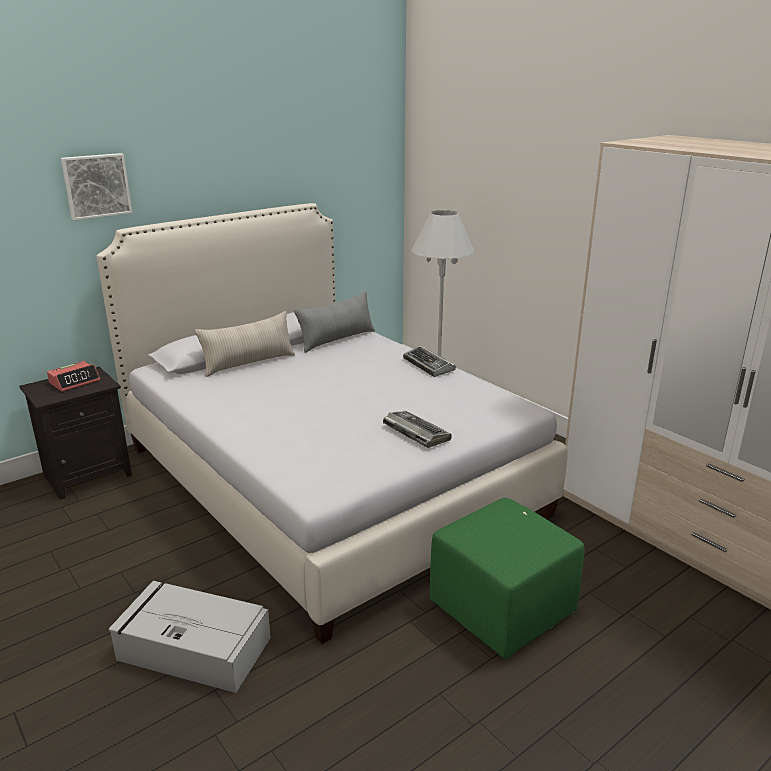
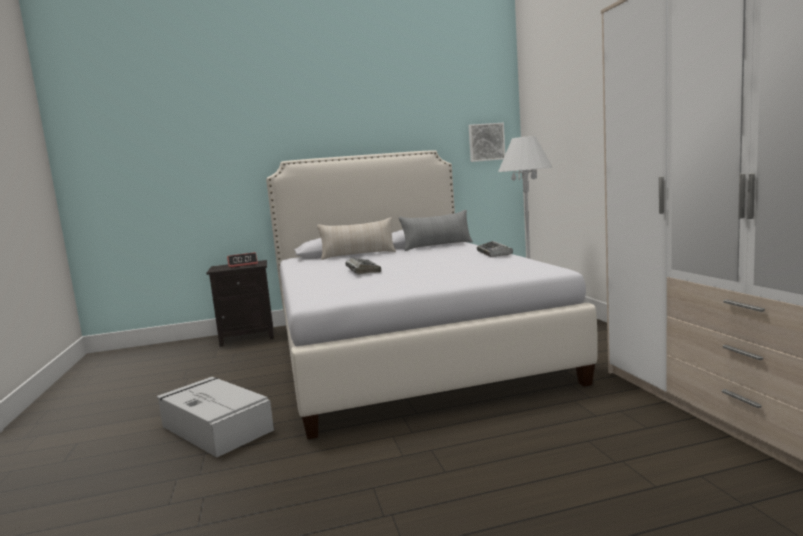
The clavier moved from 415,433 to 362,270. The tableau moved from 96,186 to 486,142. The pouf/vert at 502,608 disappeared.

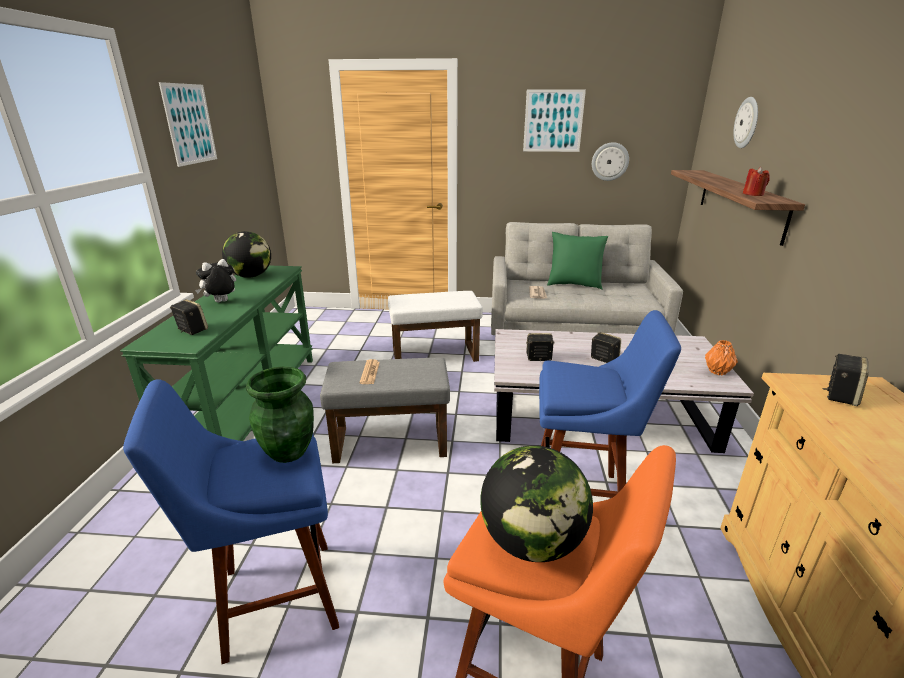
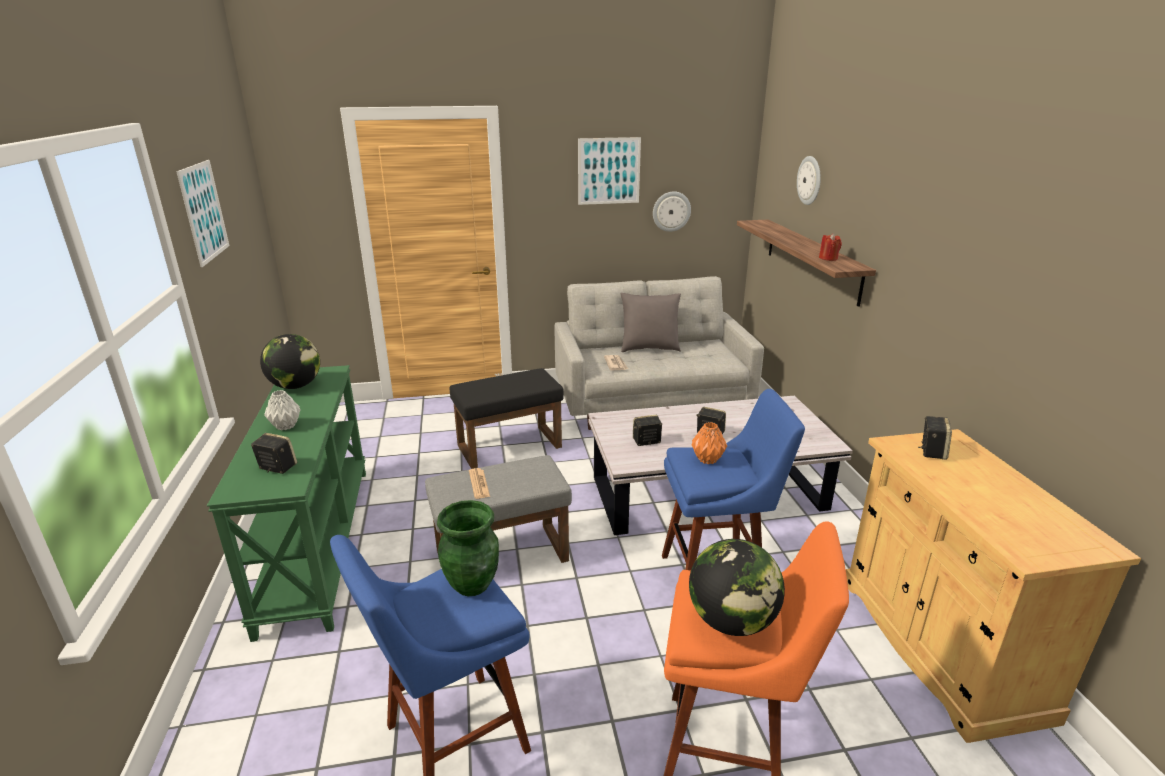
The peluche at 221,302 was replaced by the vase/gris at 285,426. The pouf/blanc at 435,354 became the pouf/noir at 510,445. The coussin/vert at 574,285 became the coussin/gris at 649,348. The vase/orange moved from 716,372 to 707,459.

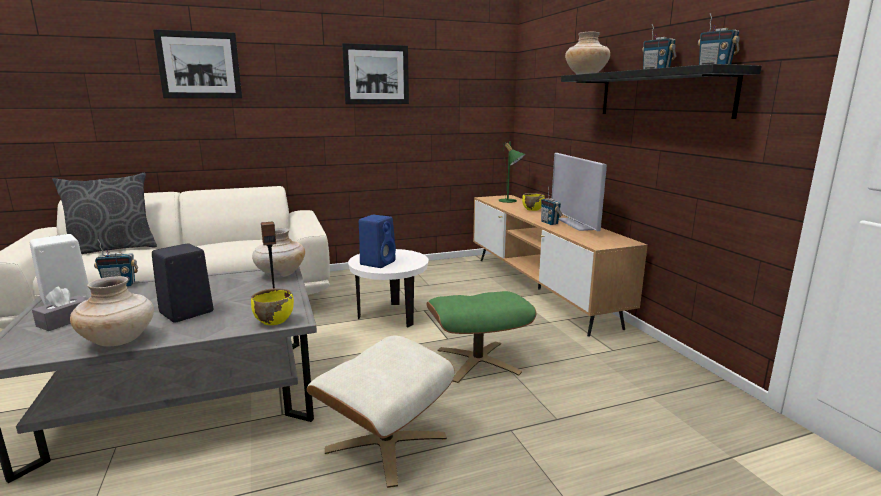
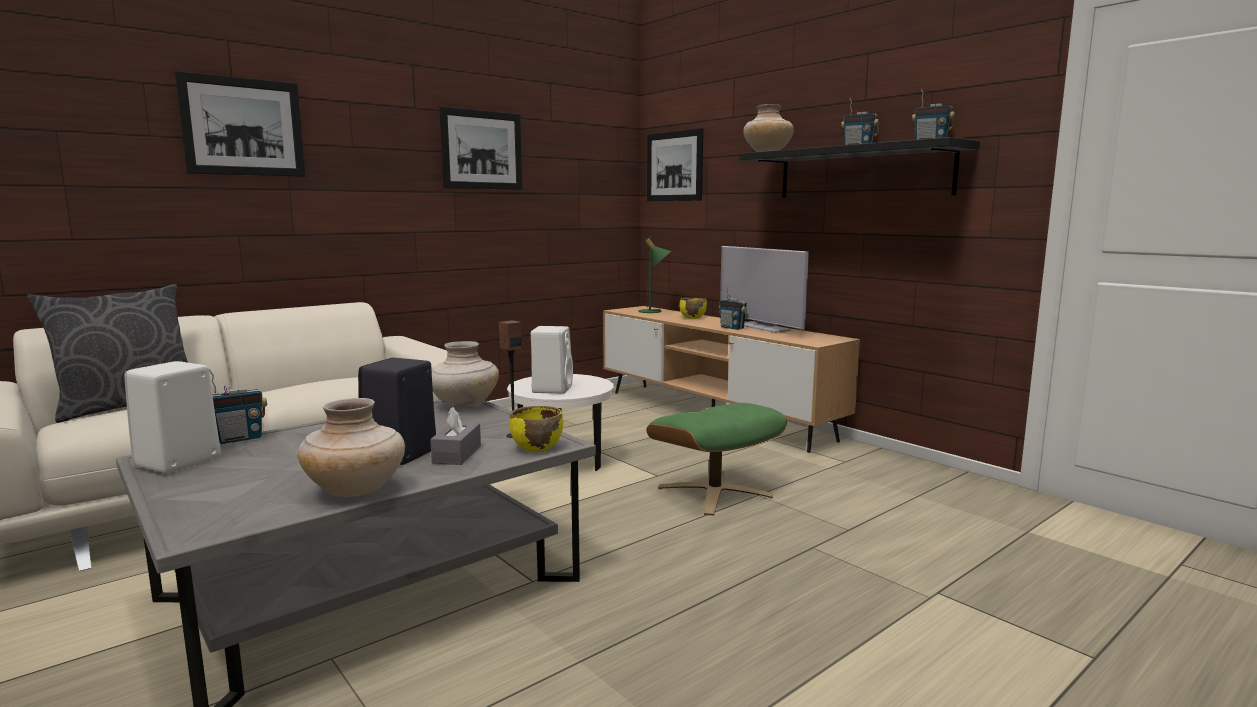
The boîte à mouchoirs/gris moved from 65,321 to 457,454. The enceinte/bleu at 378,262 became the enceinte/blanc at 552,389. The tableau at 674,166 appeared. The pouf/beige at 386,443 disappeared.

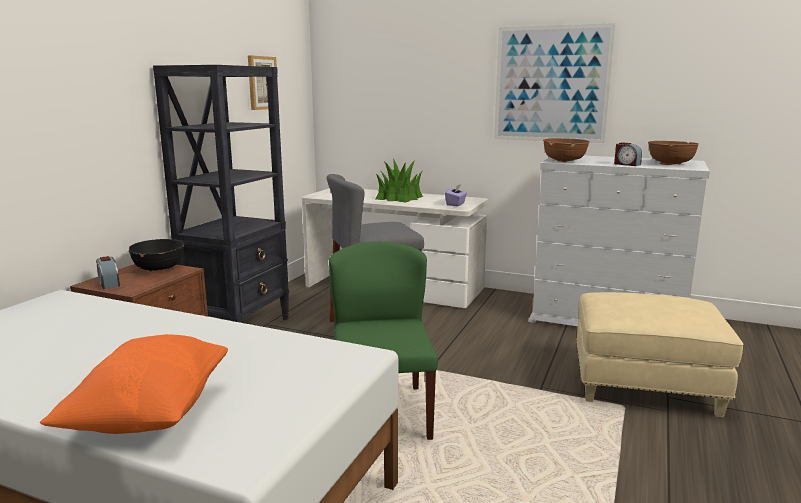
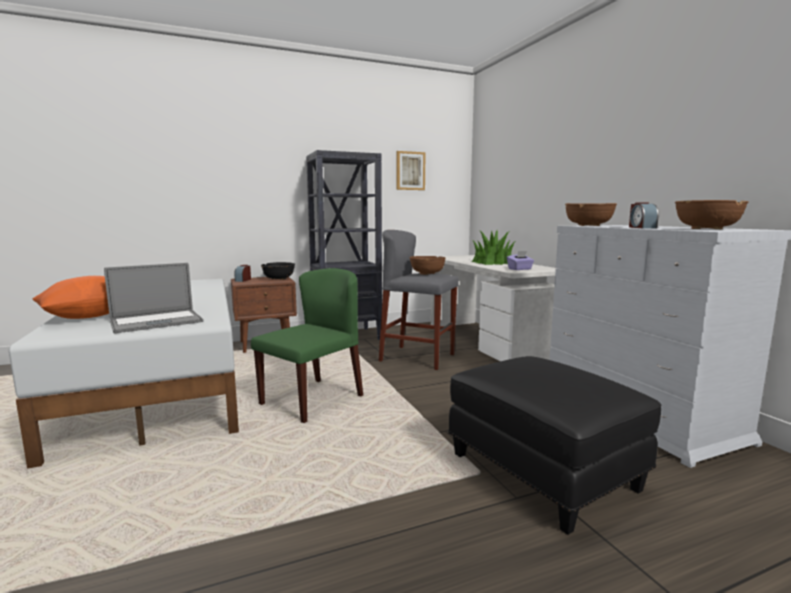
The ordinateur portable at 156,322 appeared. The bol/marron at 427,273 appeared. The pouf/beige at 646,385 became the pouf/noir at 544,472. The tableau at 551,84 disappeared.

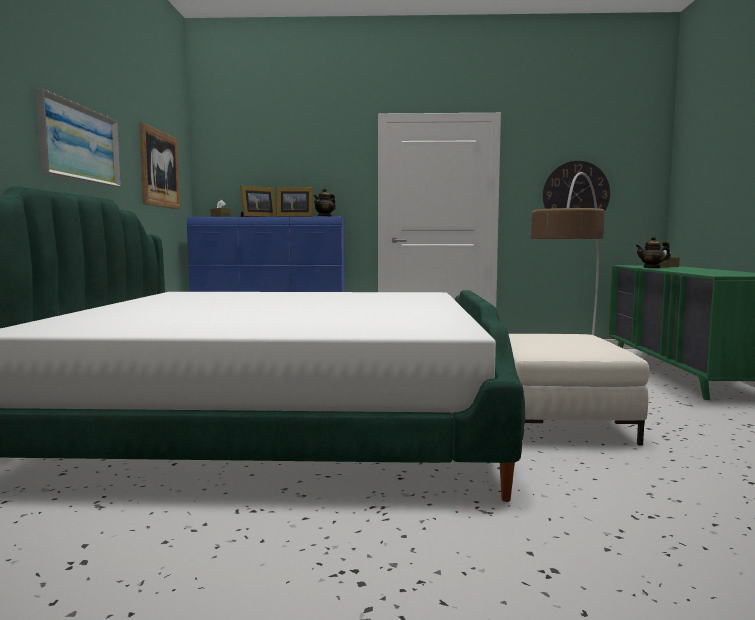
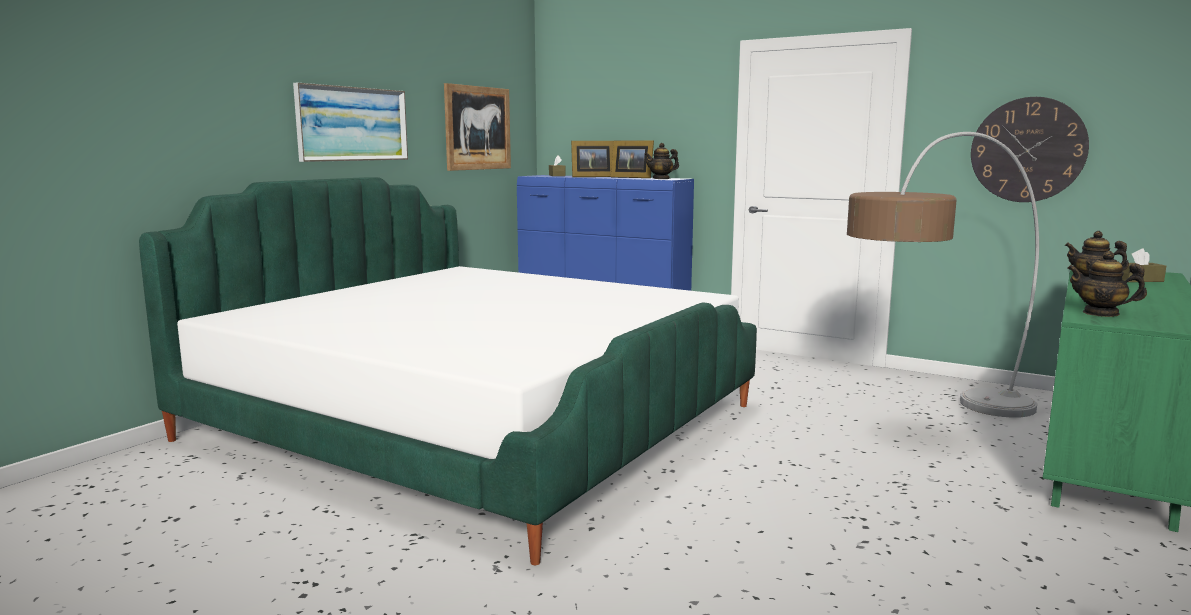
The théière at 1101,313 appeared. The pouf/blanc at 557,421 disappeared.

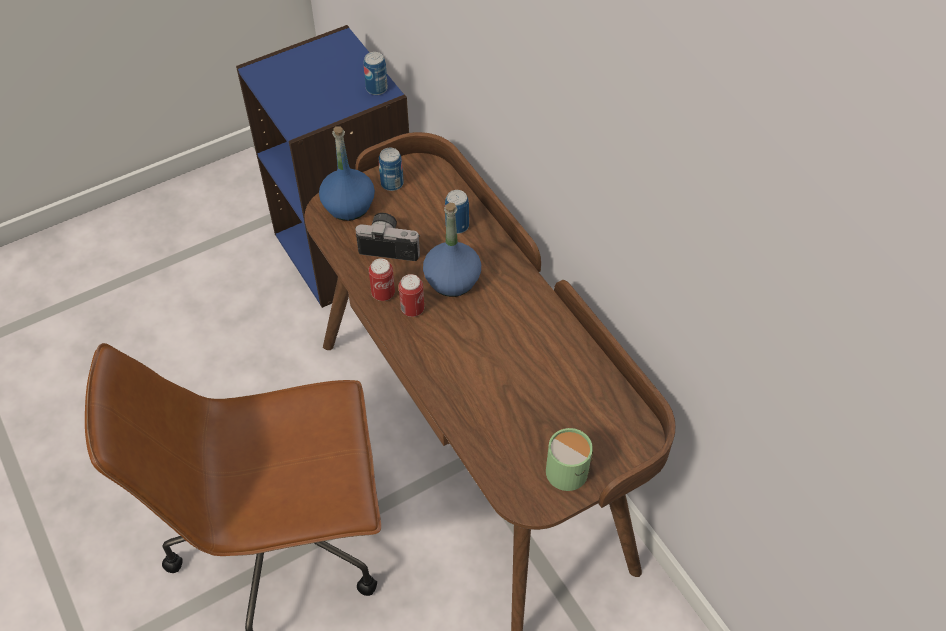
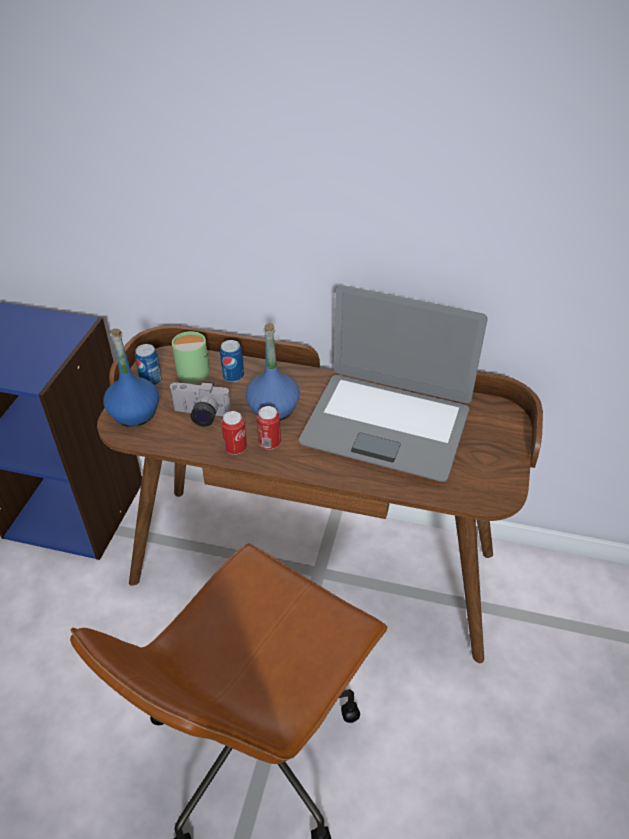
The appareil photo at 390,244 turned 135 degrees counterclockwise. The mug/vert moved from 570,468 to 193,369. The ordinateur portable at 386,425 appeared. The boîte métallique at 376,88 disappeared.

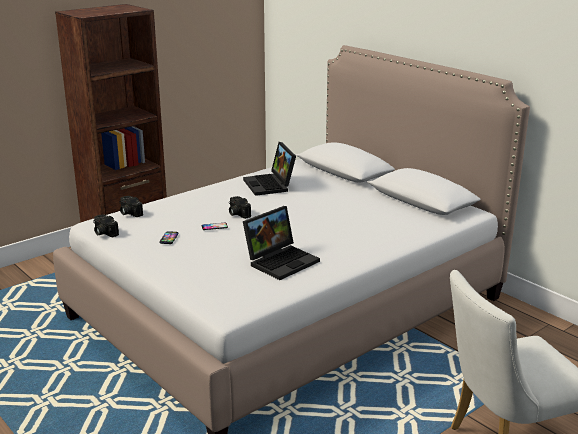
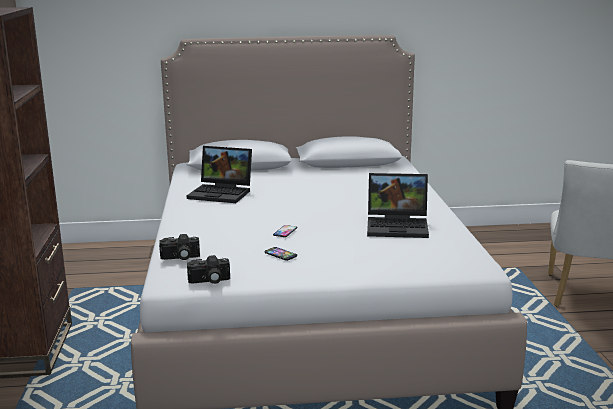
The ordinateur portable at 281,261 turned 105 degrees clockwise. The appareil photo at 237,213 disappeared.

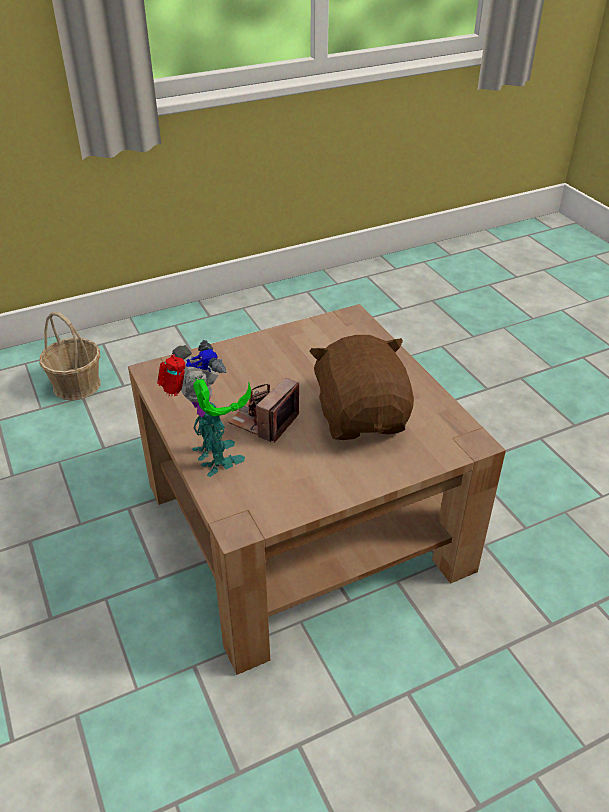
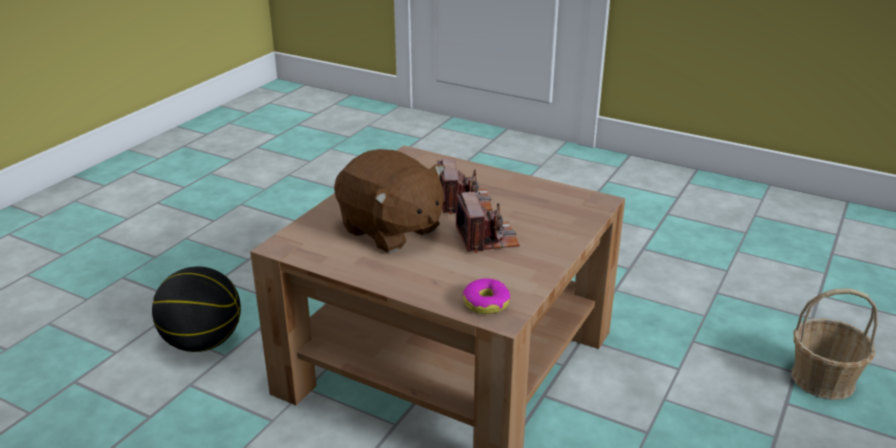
The ballon de basket at 203,342 appeared. The appareil photo at 486,238 appeared. The beignet at 486,303 appeared. The robot jouet at 213,460 disappeared.

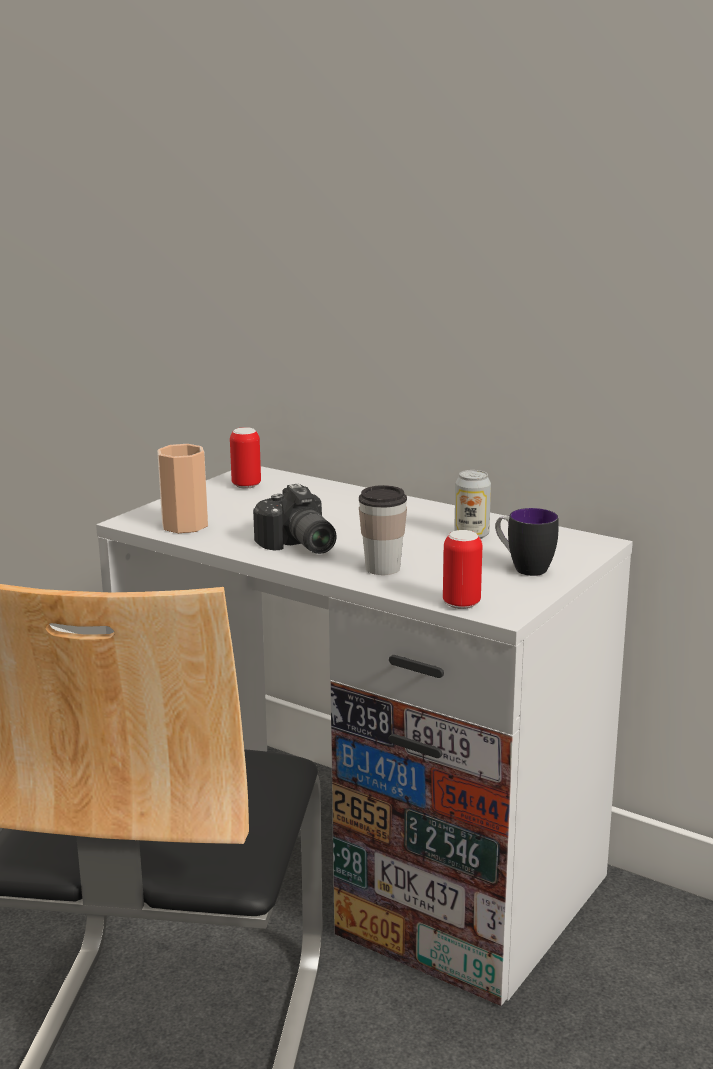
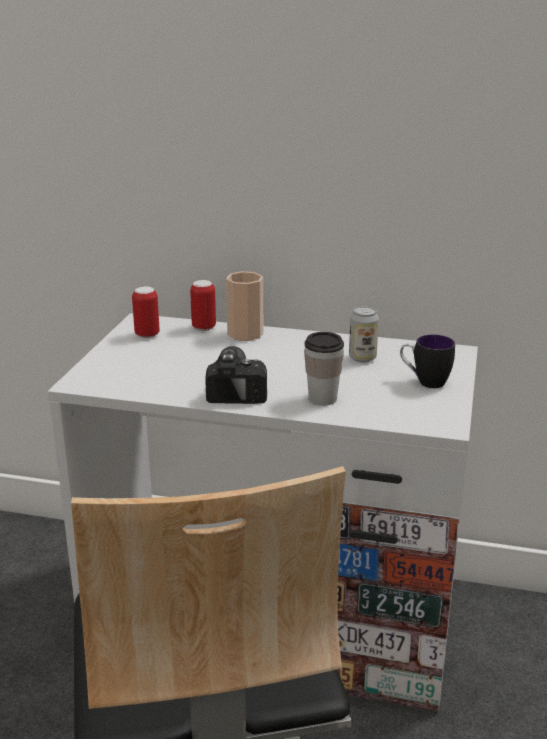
The boîte métallique moved from 461,604 to 204,327. The appareil photo at 297,546 turned 135 degrees counterclockwise. The tasse moved from 185,525 to 245,334.

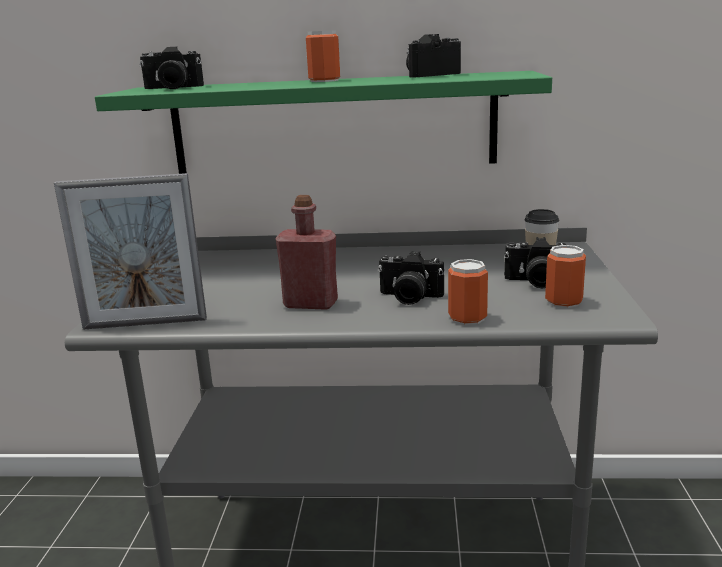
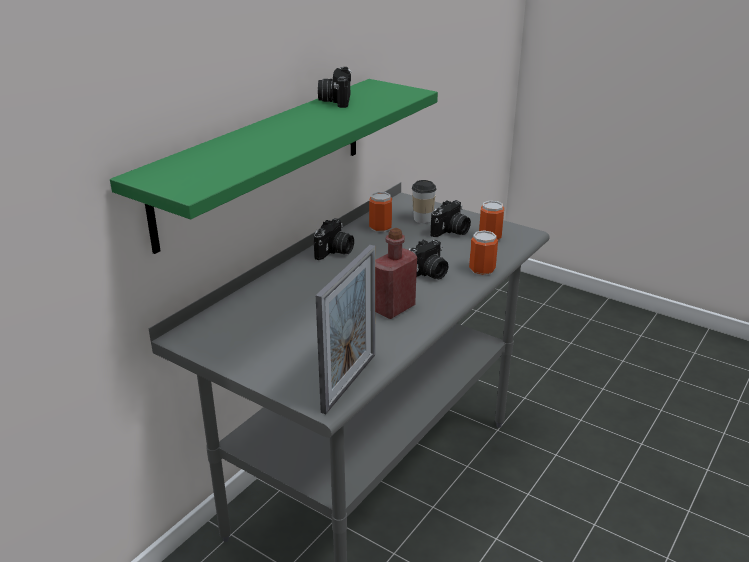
The appareil photo moved from 172,88 to 335,252. The boîte métallique moved from 324,81 to 380,227.

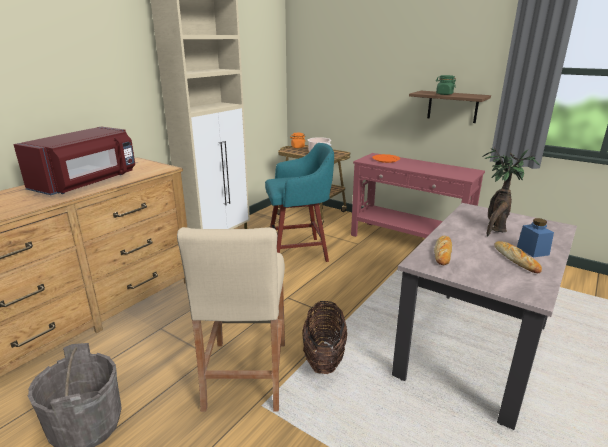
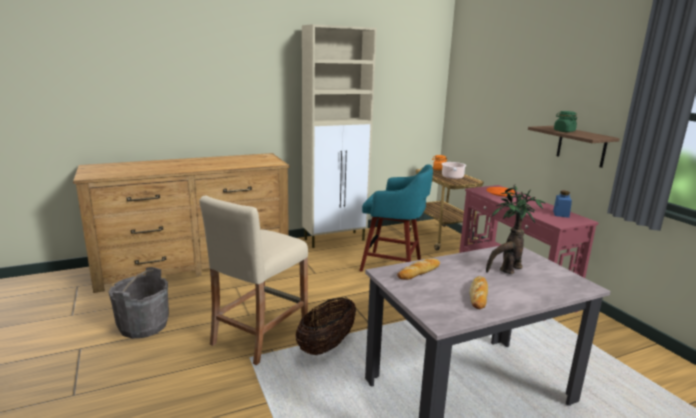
The bocal/bleu moved from 532,251 to 561,214. The micro-ondes/rouge at 88,183 disappeared.

